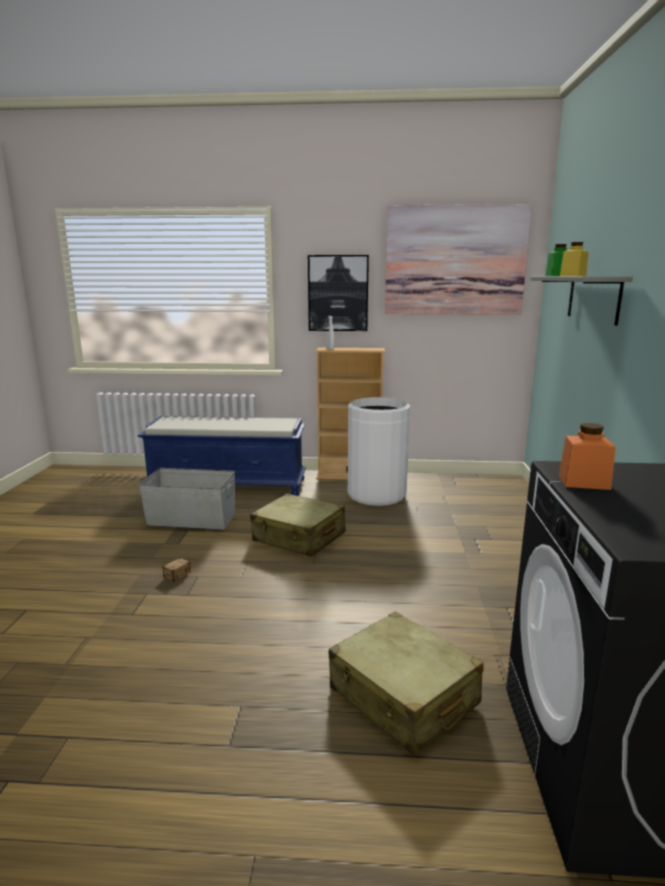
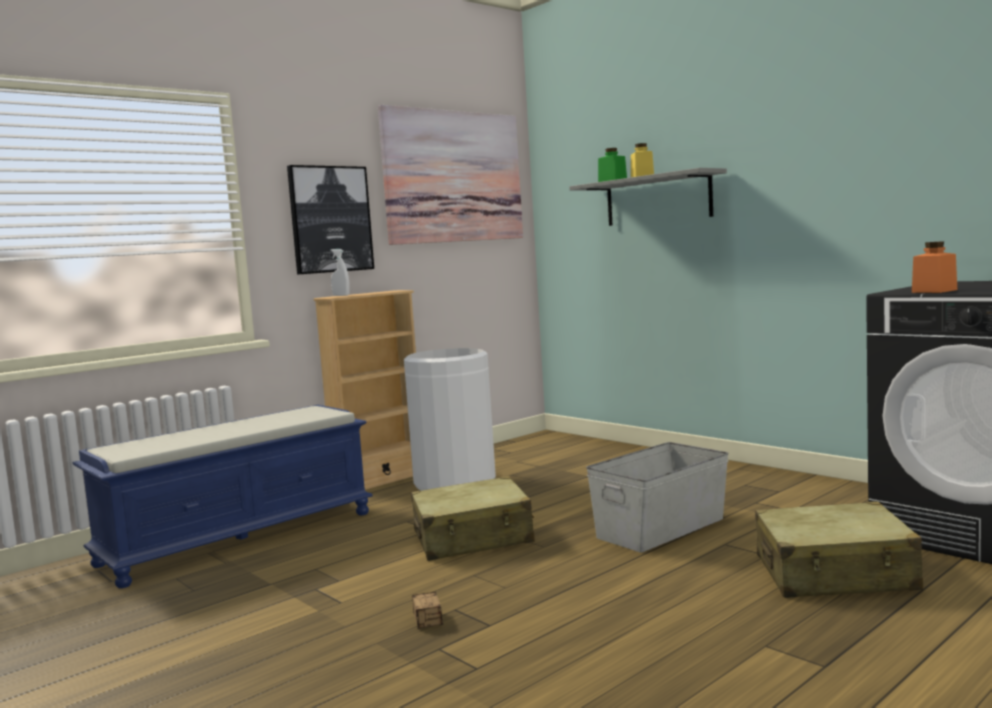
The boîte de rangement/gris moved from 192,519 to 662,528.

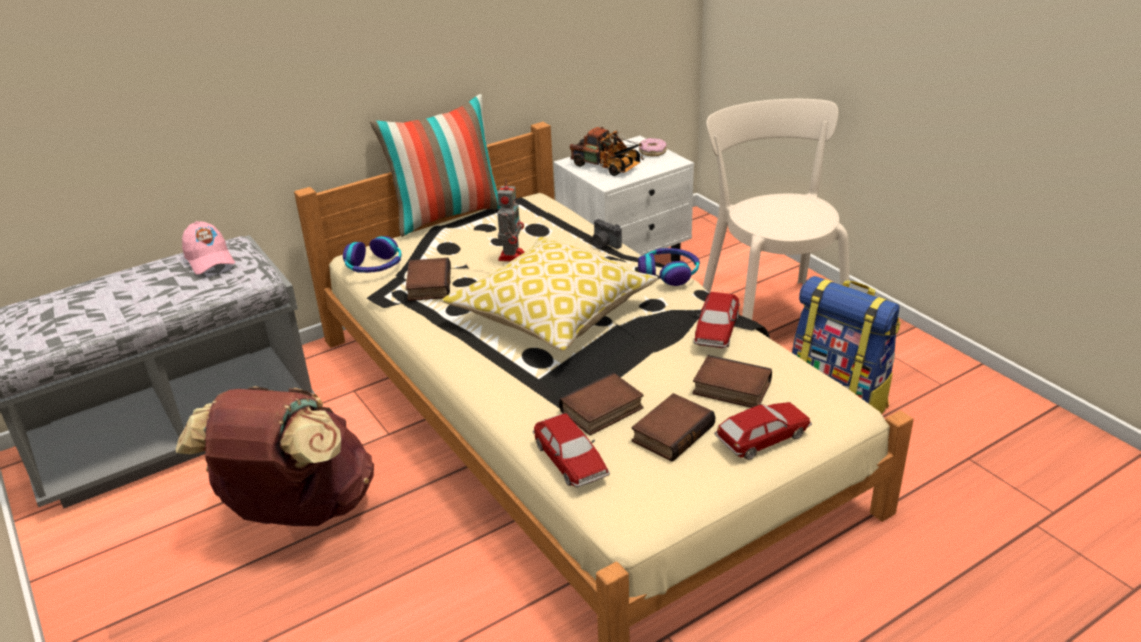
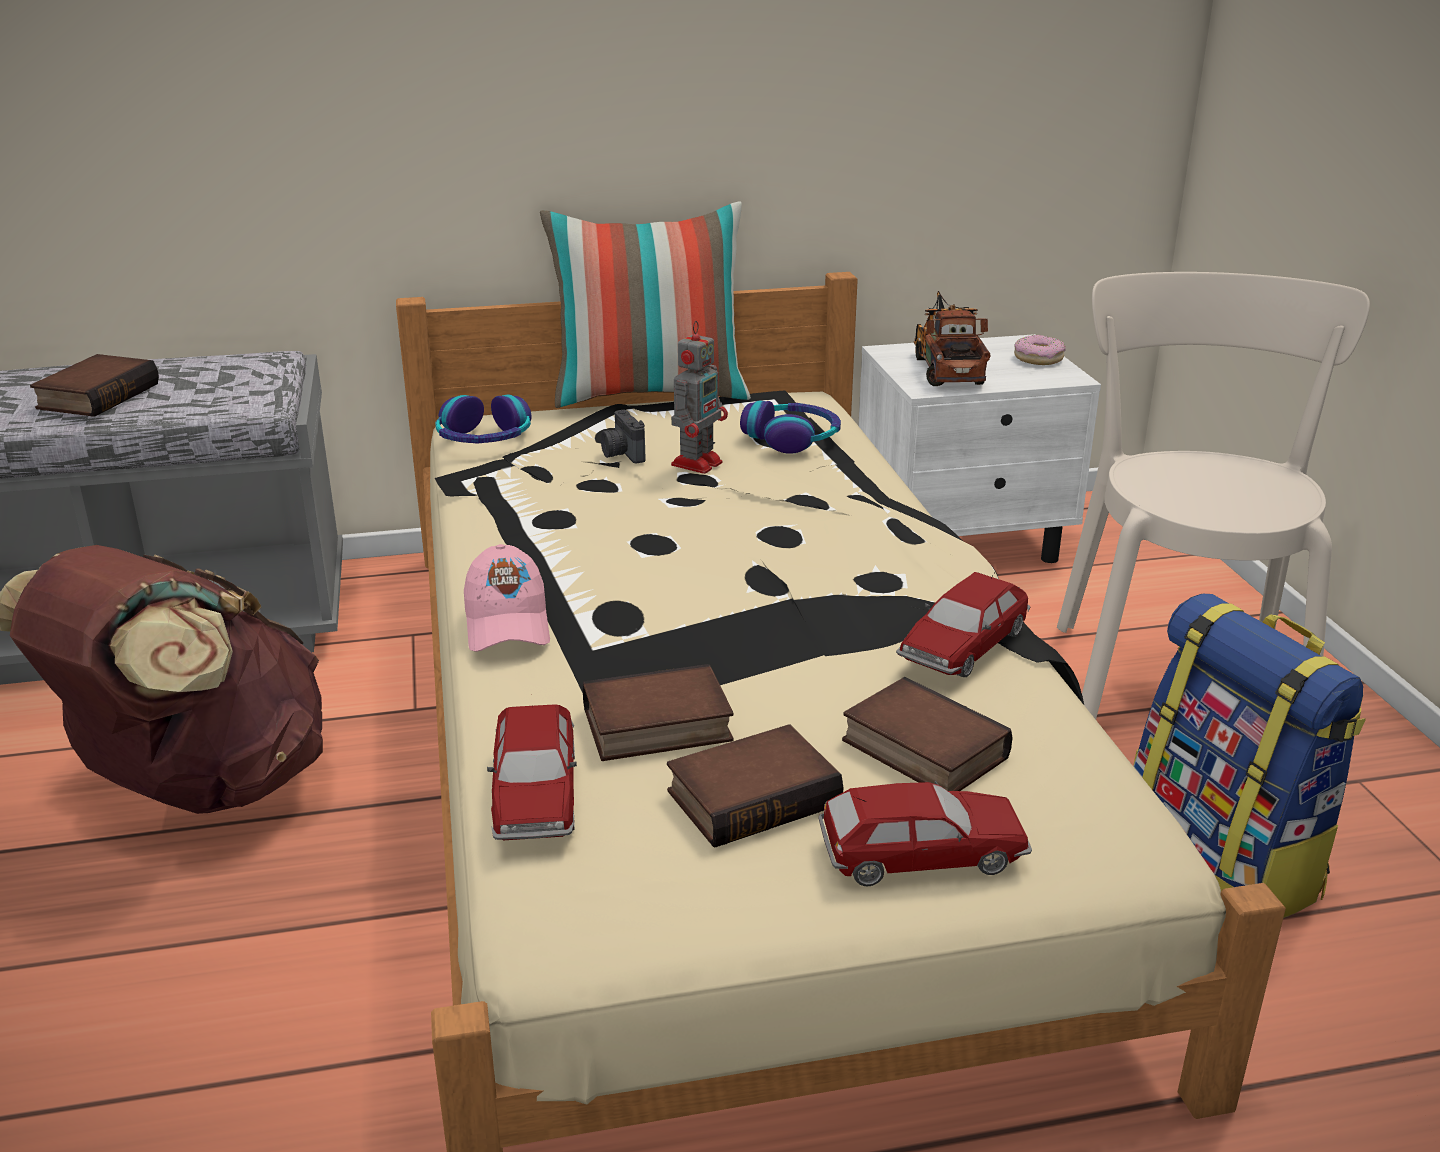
The livre moved from 427,284 to 97,395. The casquette/rose moved from 209,259 to 507,623. The appareil photo moved from 604,244 to 622,454. The casque audio moved from 669,273 to 792,439. The camion jouet at 609,167 turned 150 degrees counterclockwise. The coussin at 552,313 disappeared.

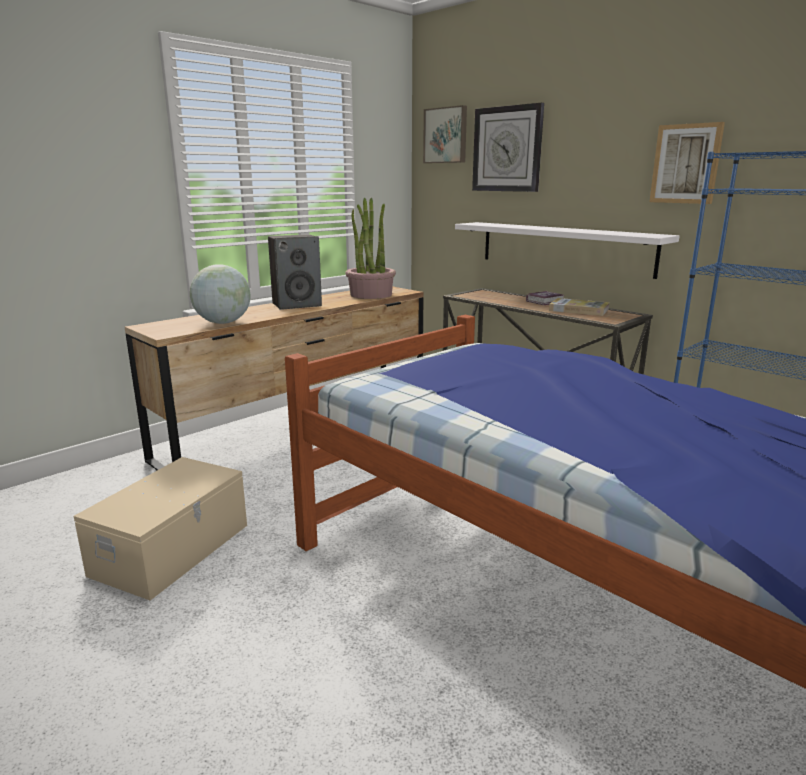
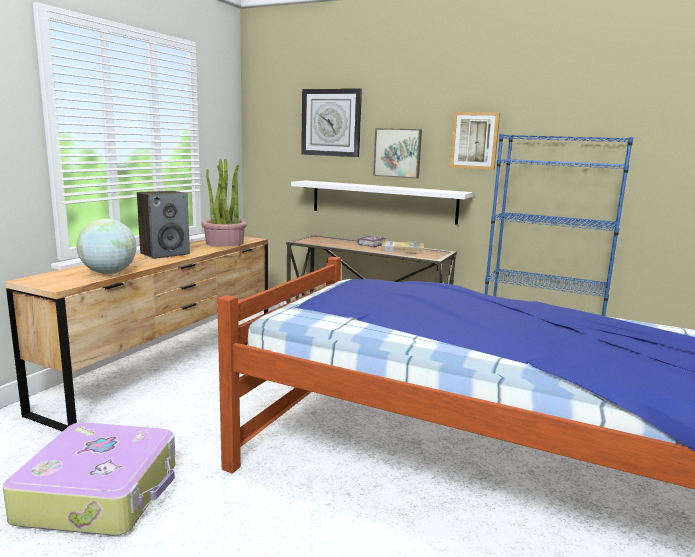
The boîte de rangement/beige at 173,549 was replaced by the valise at 101,493. The tableau moved from 446,135 to 398,153.

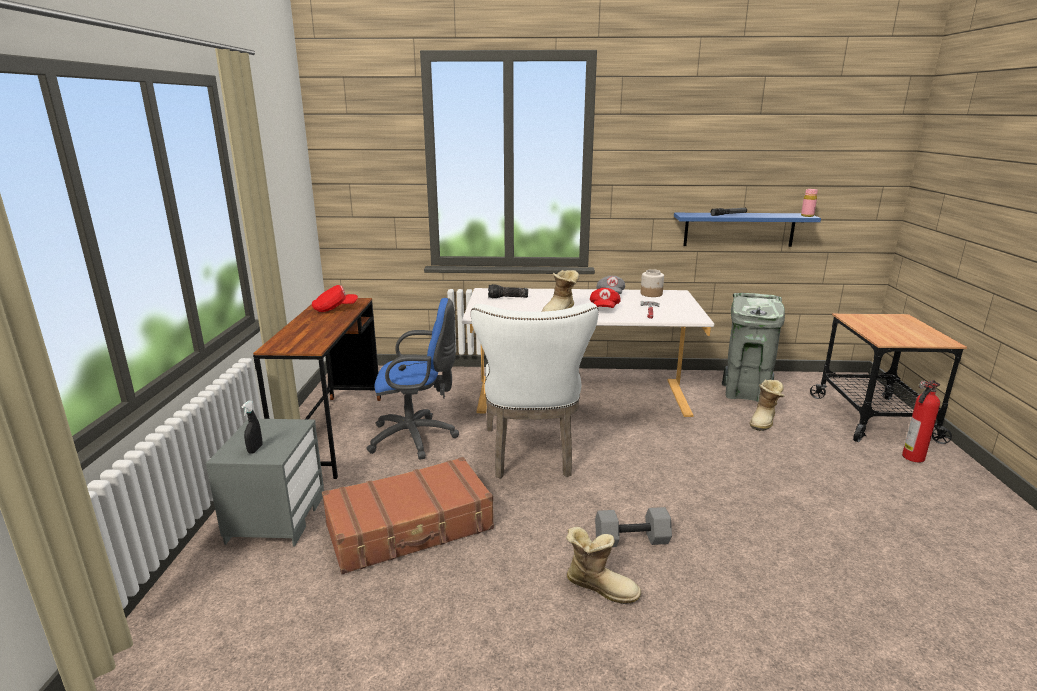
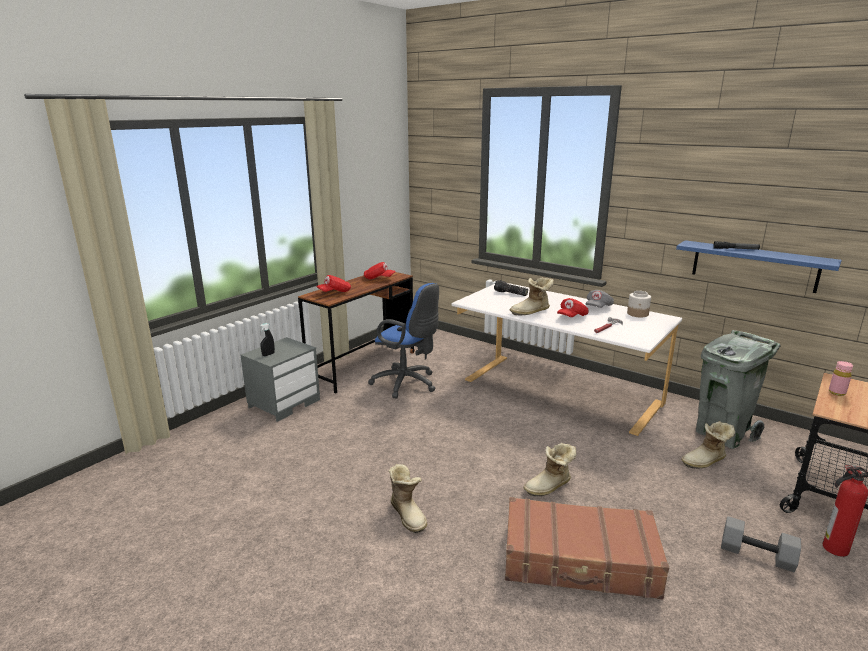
The casquette/rouge at 334,292 appeared. The valise/marron moved from 410,528 to 579,561. The botte at 550,487 appeared. The haltère/gris moved from 632,539 to 757,554. The bouteille/rose moved from 807,216 to 837,392. The chaise/blanc at 531,455 disappeared.

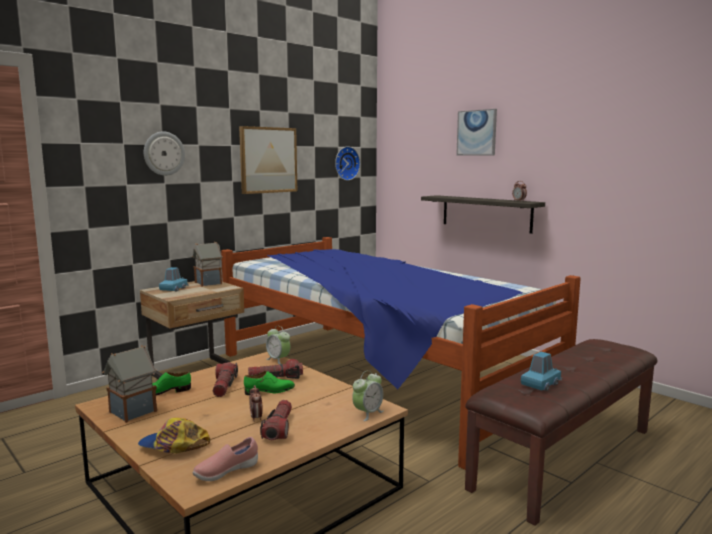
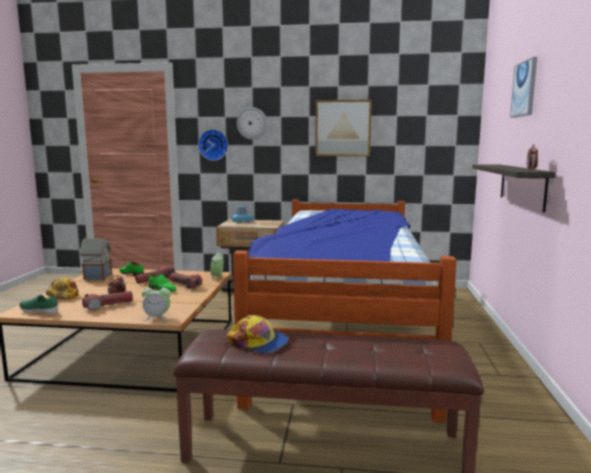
The chaussure/rose at 226,472 became the chaussure/vert at 40,312. The horloge murale moved from 345,163 to 213,145. The petite voiture/bleu at 540,384 was replaced by the casquette at 258,343. The maison miniature at 209,283 disappeared.

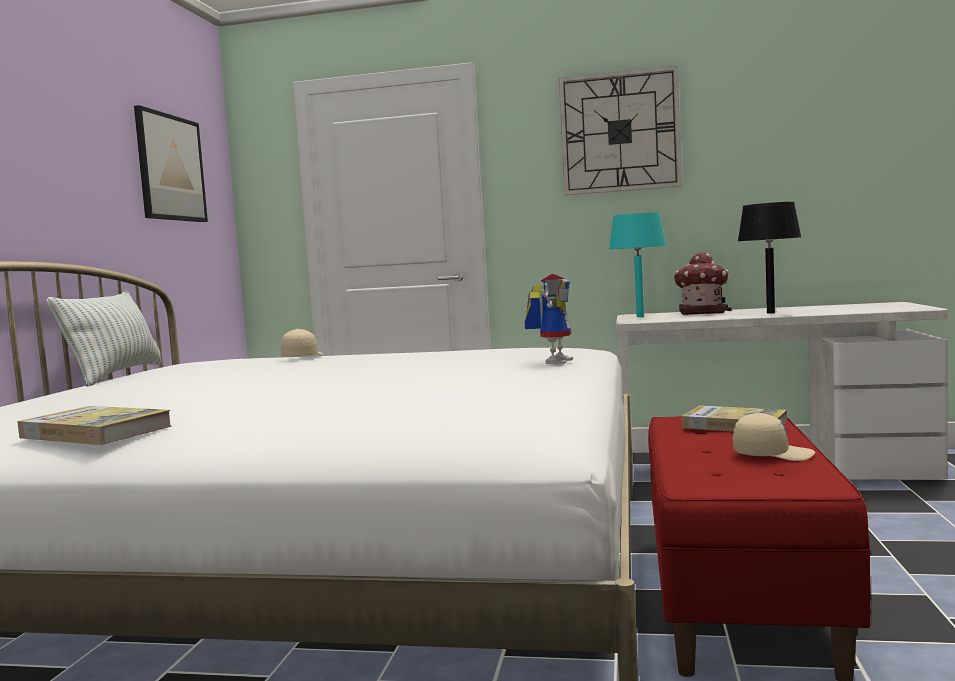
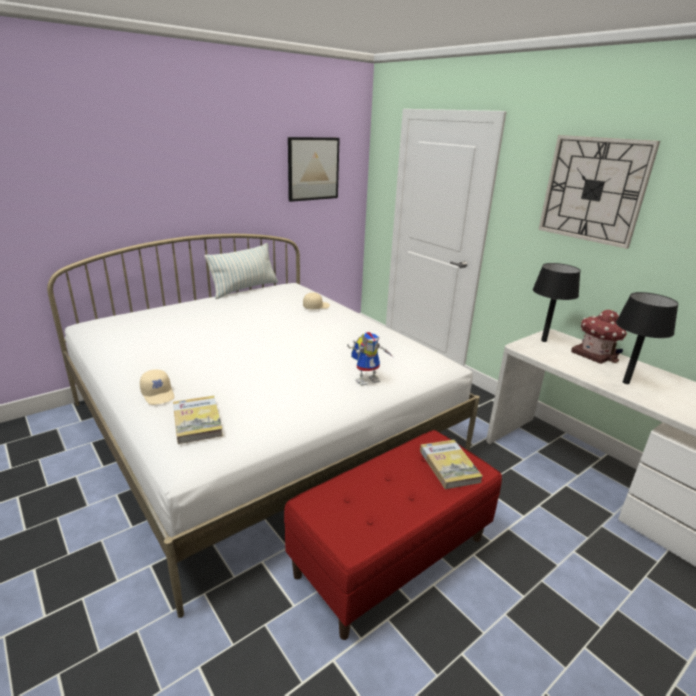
The casquette/beige moved from 772,455 to 158,394. The livre moved from 95,432 to 197,421. The lampe de table/turquoise at 640,317 became the lampe de table/noir at 543,340.

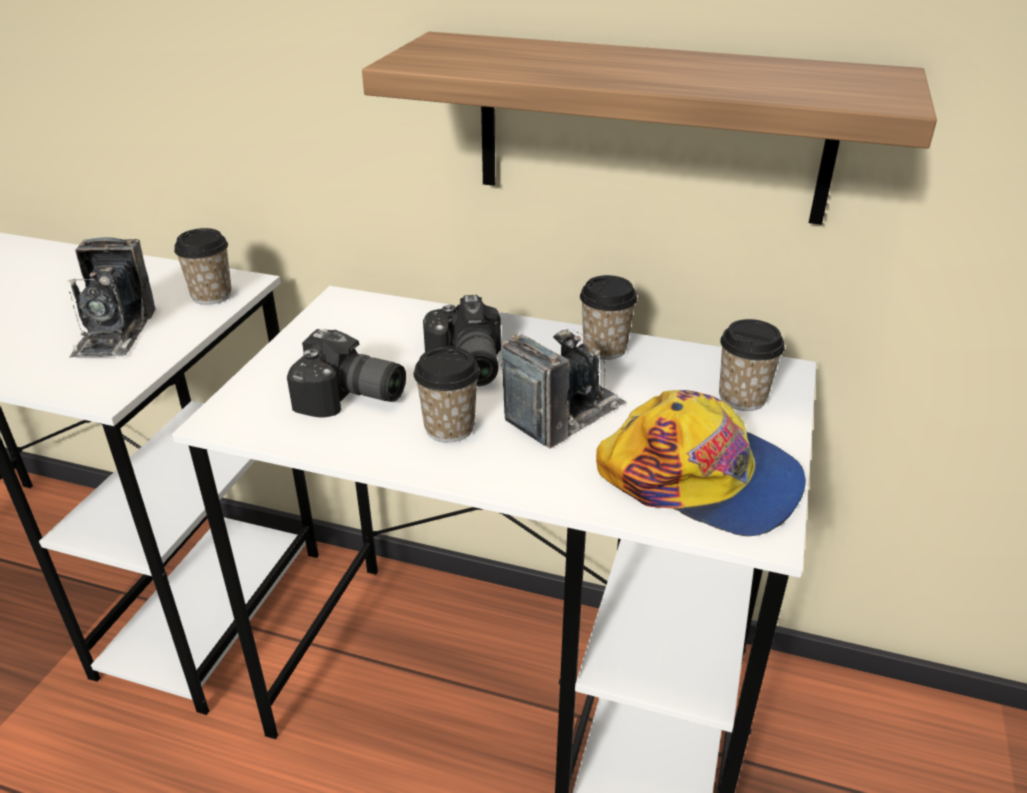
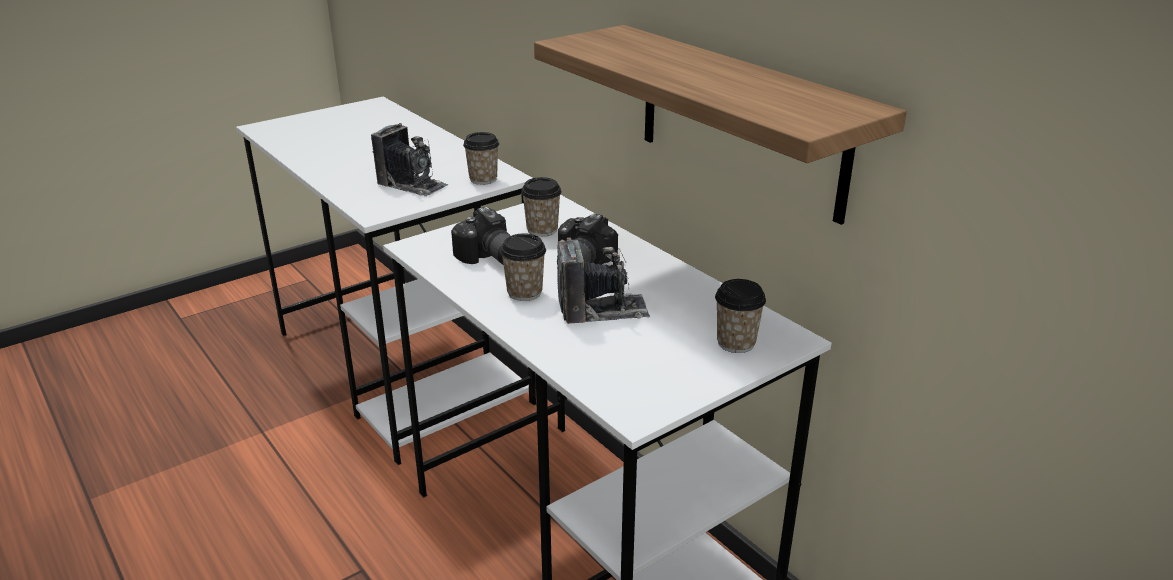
The appareil photo at 115,332 turned 90 degrees counterclockwise. The tasse moved from 605,349 to 542,230. The casquette at 701,479 disappeared.

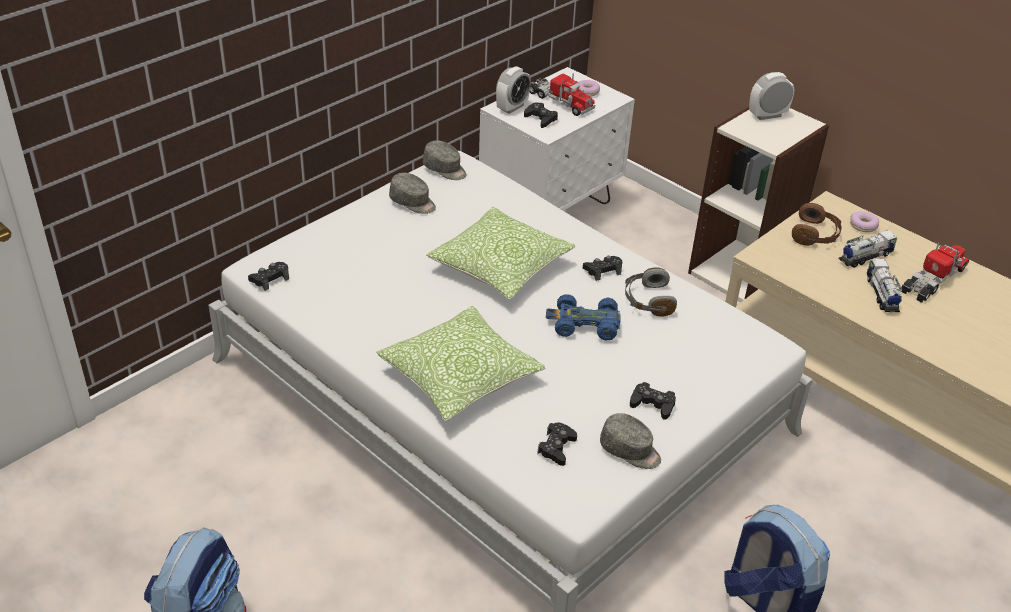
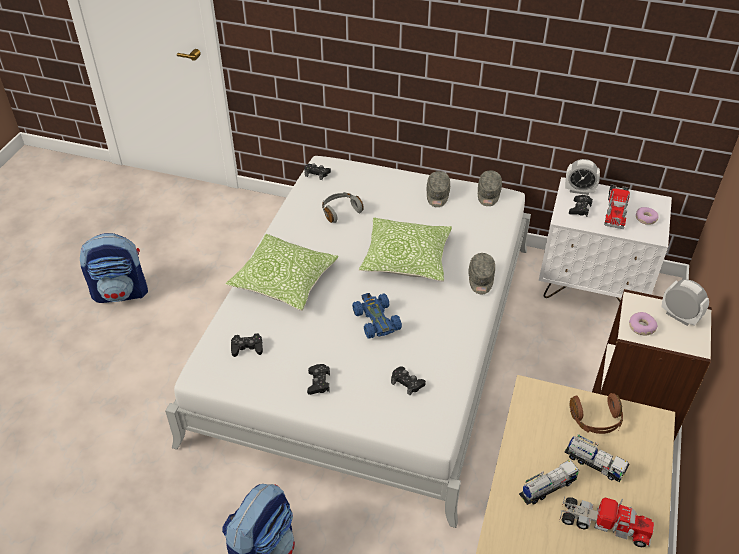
The casque audio/gris moved from 647,300 to 340,211. The manette/noir moved from 602,270 to 407,383. The casquette/gris moved from 630,451 to 481,279. The beignet moved from 863,226 to 641,327.

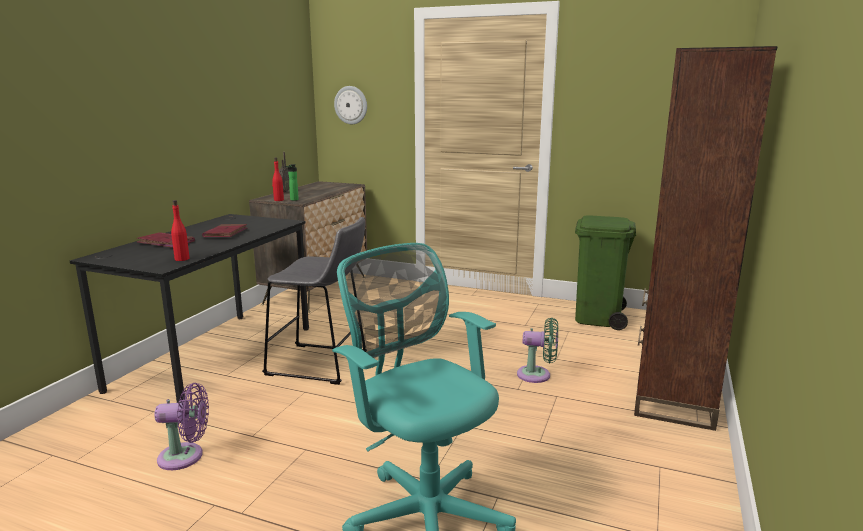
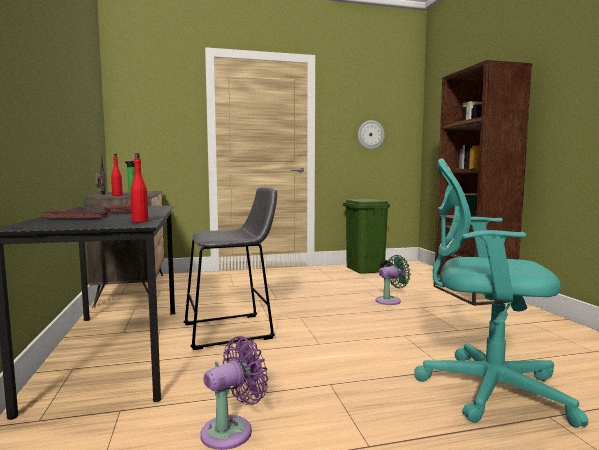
The horloge murale moved from 351,105 to 370,135.

